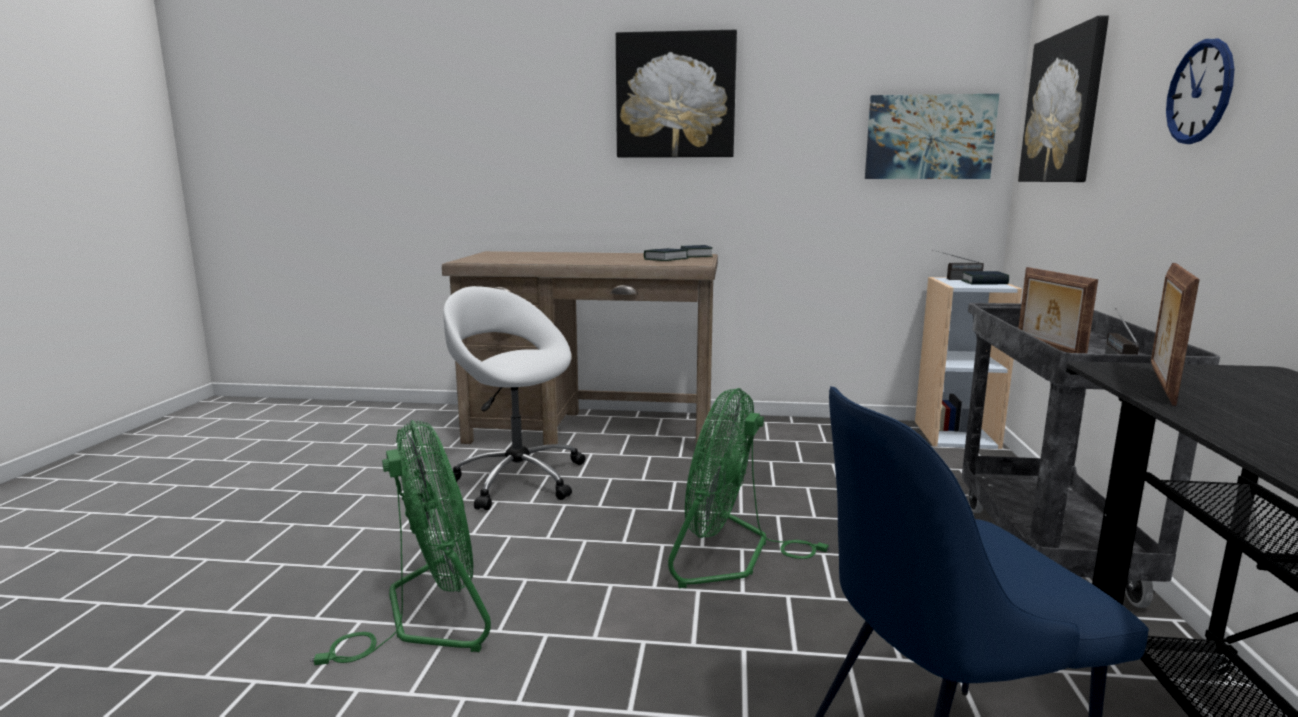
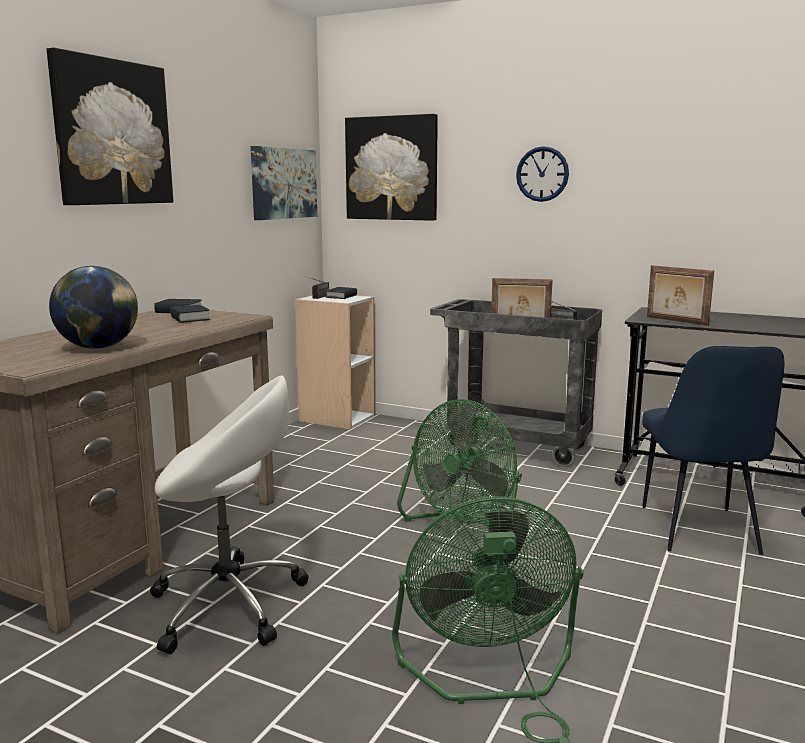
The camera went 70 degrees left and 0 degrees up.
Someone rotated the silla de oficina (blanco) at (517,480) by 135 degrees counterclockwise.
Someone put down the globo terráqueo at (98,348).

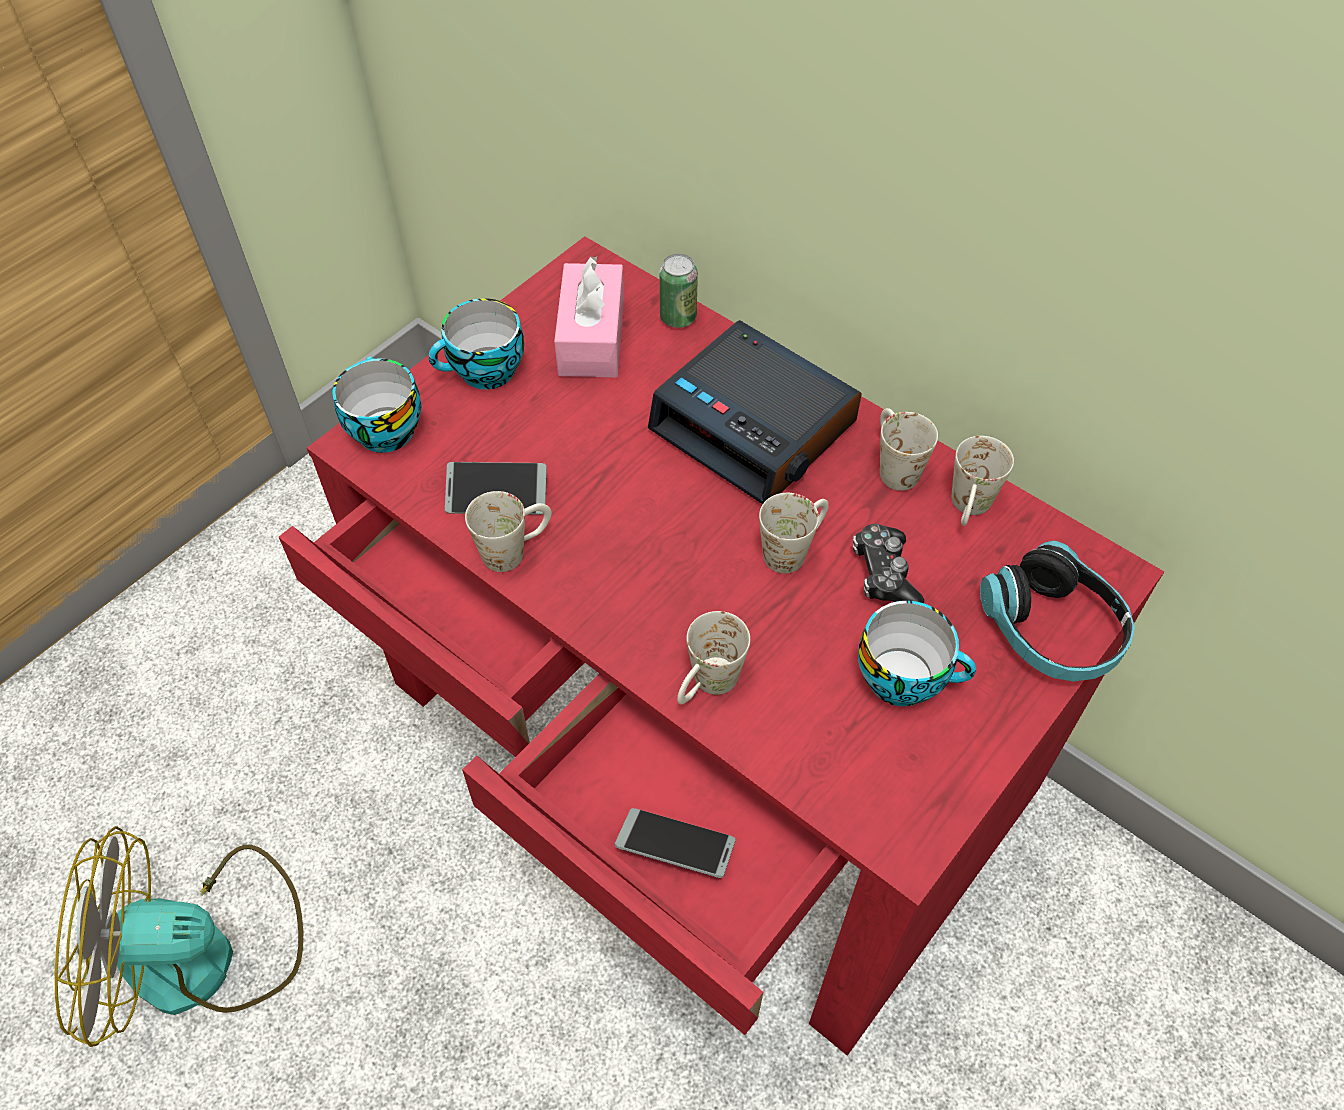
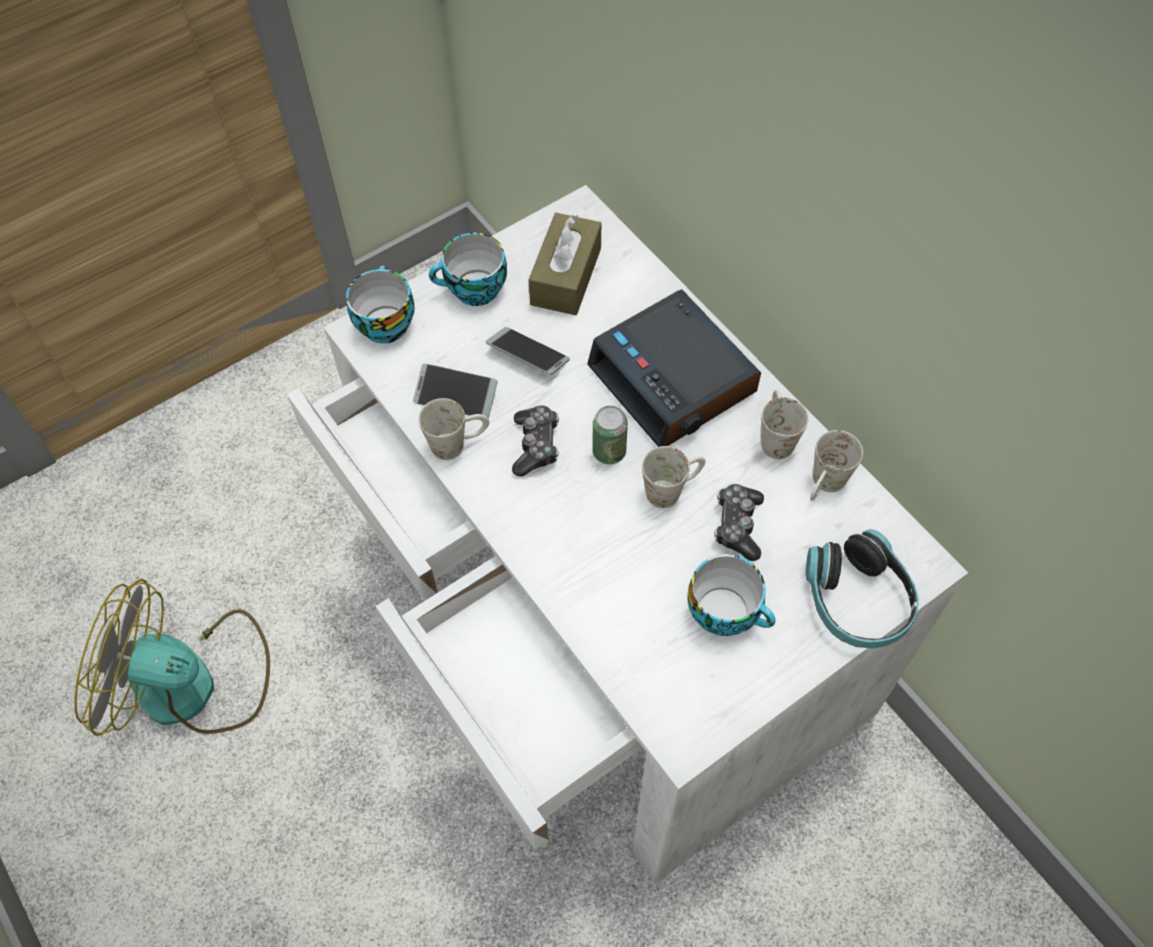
The camera went 15 degrees right and 5 degrees up.
Someone repainted the escritorio (rojo) at (689,764), which became the escritorio (blanco) at (595,625).
Someone carried the lata from (678,317) to (609,452).
Someone repainted the caja de pañuelos (rosa) at (591,337), which became the caja de pañuelos (marrón) at (566,276).
Someone took away the taza grande (blanco) at (707,686).
Someone carried the móvil from (675,847) to (528,356).
Someone put down the mando de consola at (536,445).

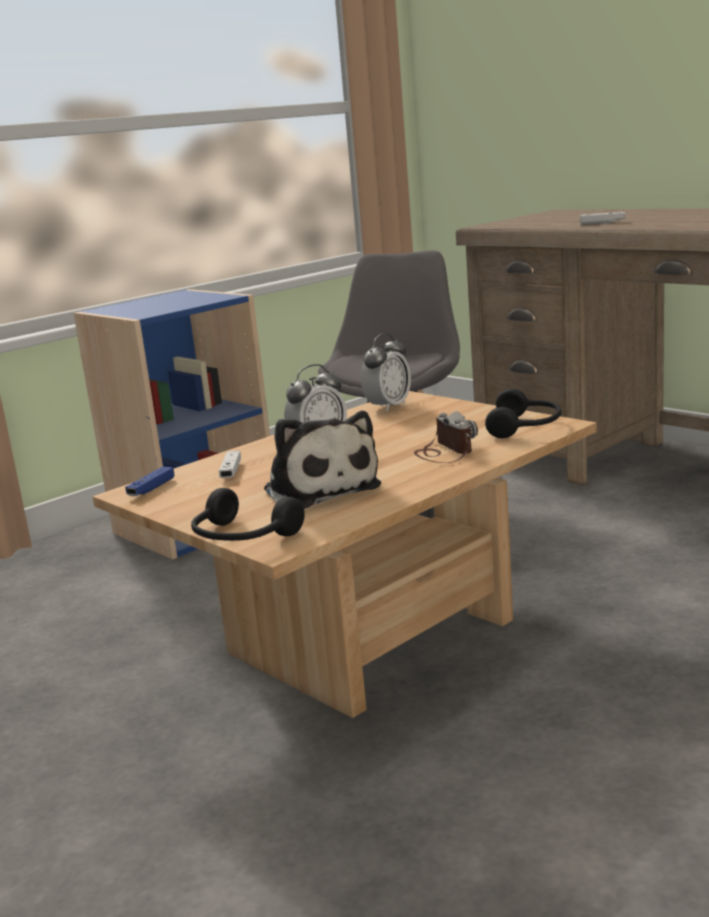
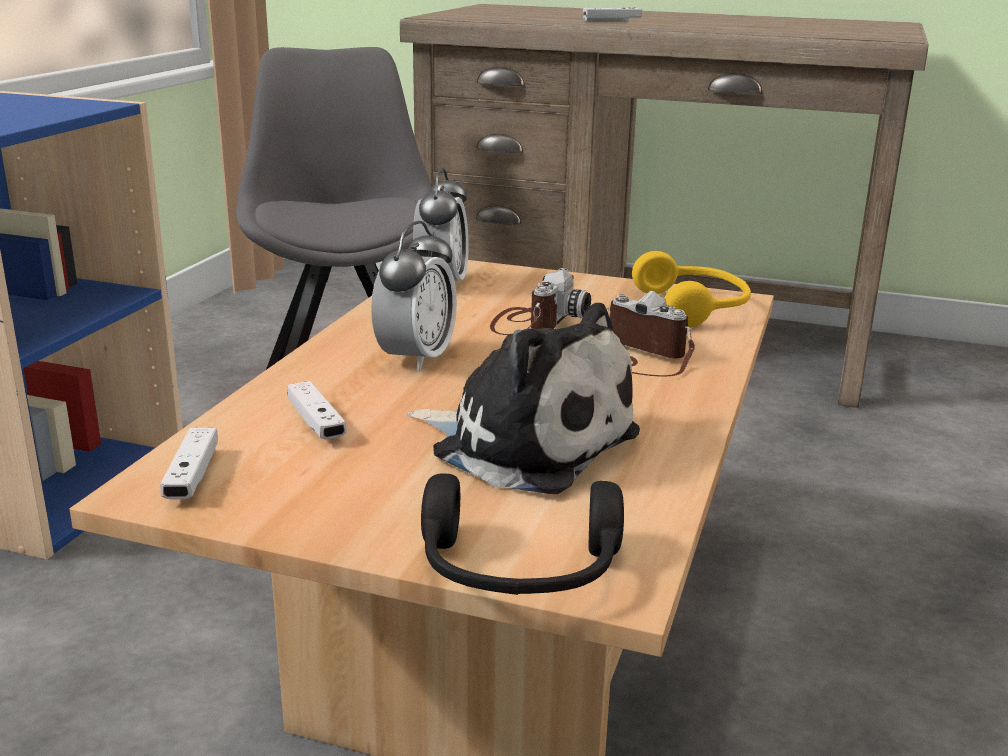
The camera went 30 degrees left and 5 degrees up.
Someone repainted the auriculares (negro) at (526,427), which became the auriculares (amarillo) at (694,308).
Someone repainted the mando de consola (azul) at (151,489), which became the mando de consola (blanco) at (192,476).
Someone put down the cámara at (534,322).

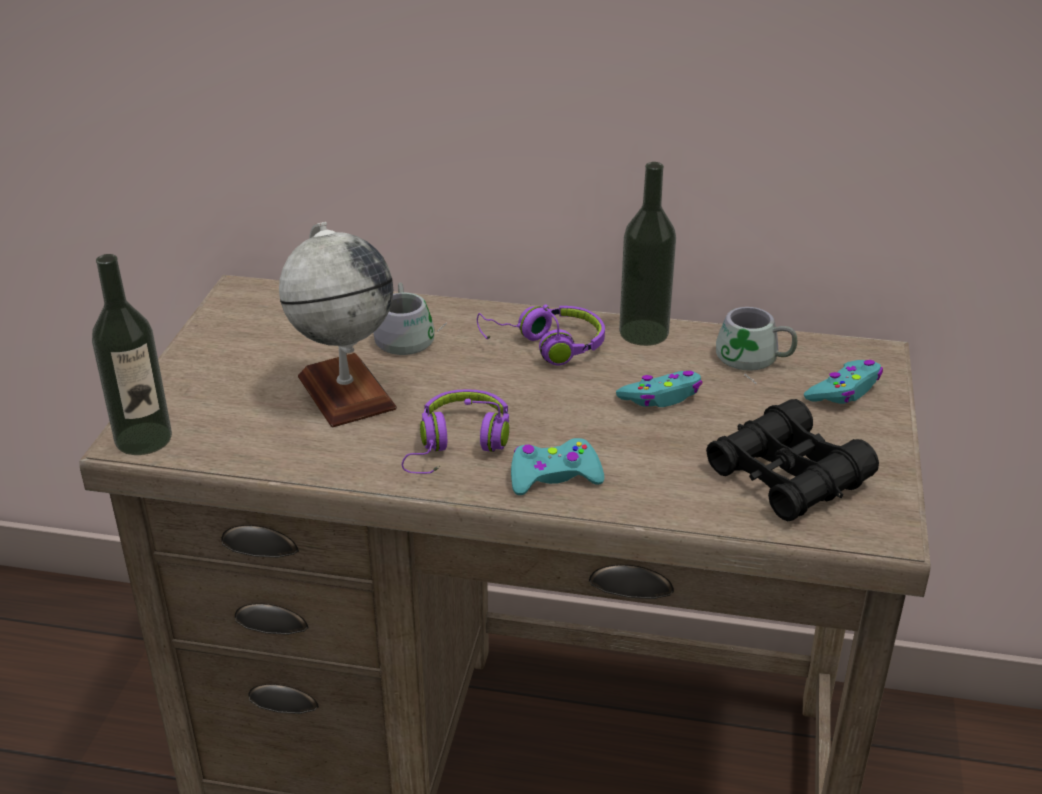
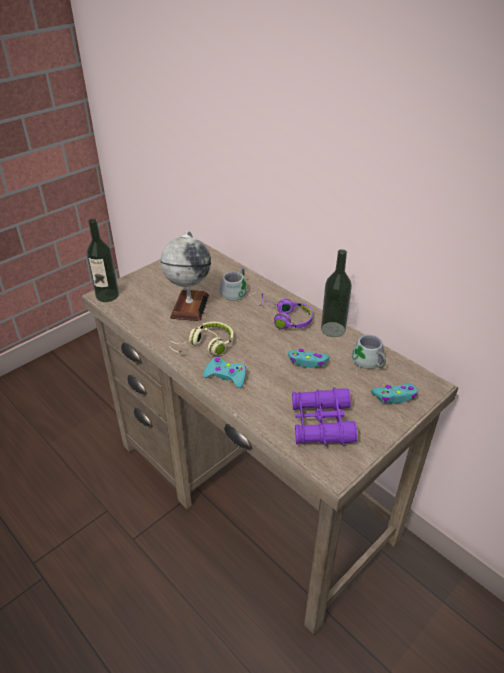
The camera went 35 degrees right and 5 degrees up.
Someone repainted the auriculares (morado) at (458,445), which became the auriculares (beis) at (205,346).
Someone repainted the prismáticos (negro) at (787,476), which became the prismáticos (morado) at (321,423).

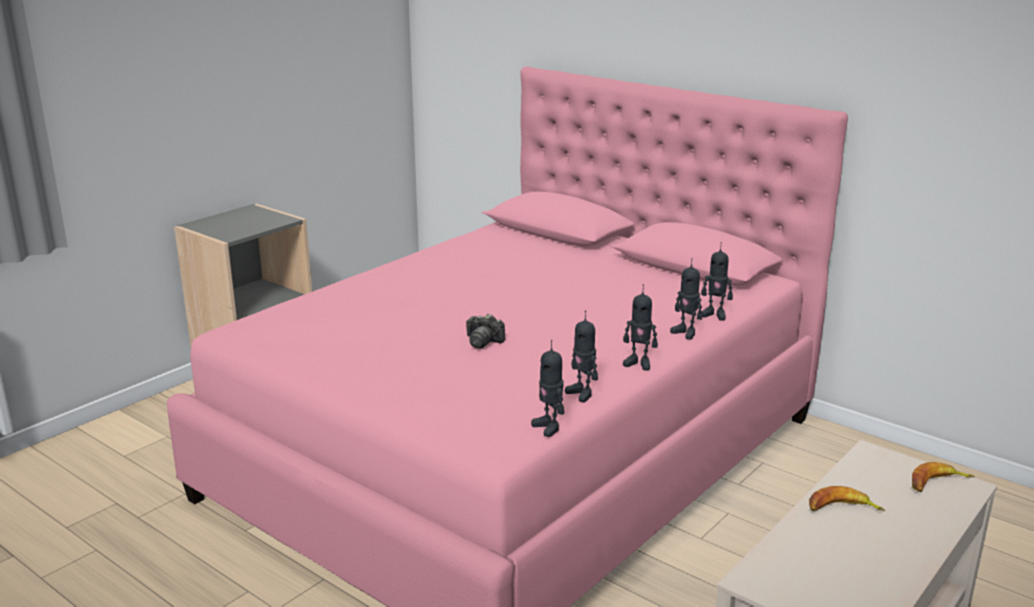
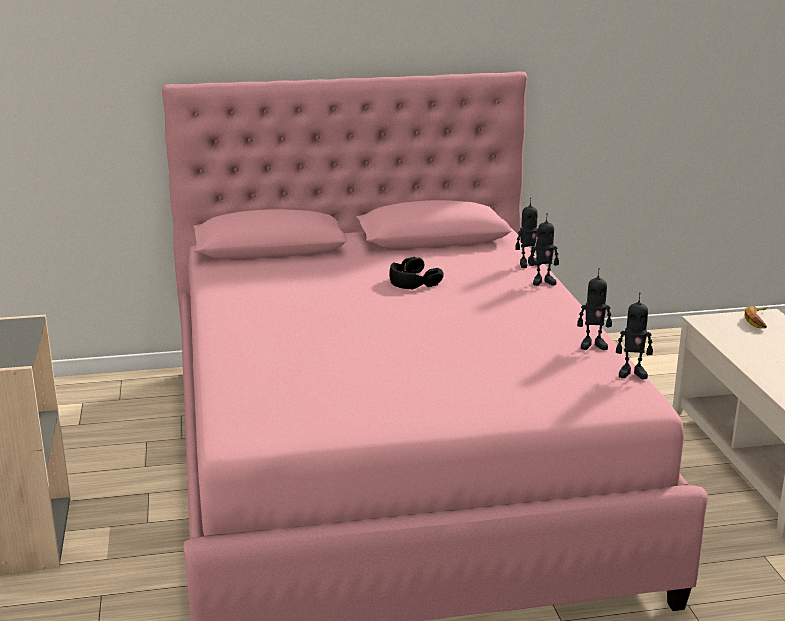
The camera went 50 degrees left and 0 degrees up.
Someone took away the robot de juguete at (638,363).
Someone took away the cámara at (483,342).
Someone took away the plátano at (842,508).
Someone put down the auriculares (negro) at (413,281).

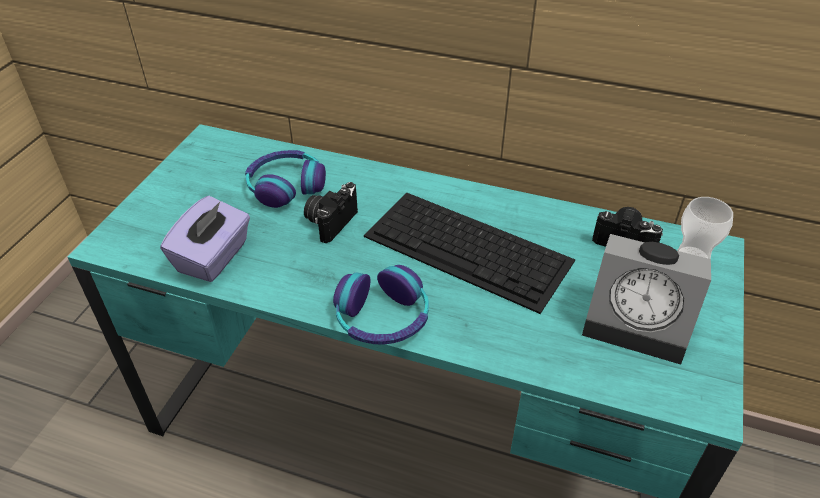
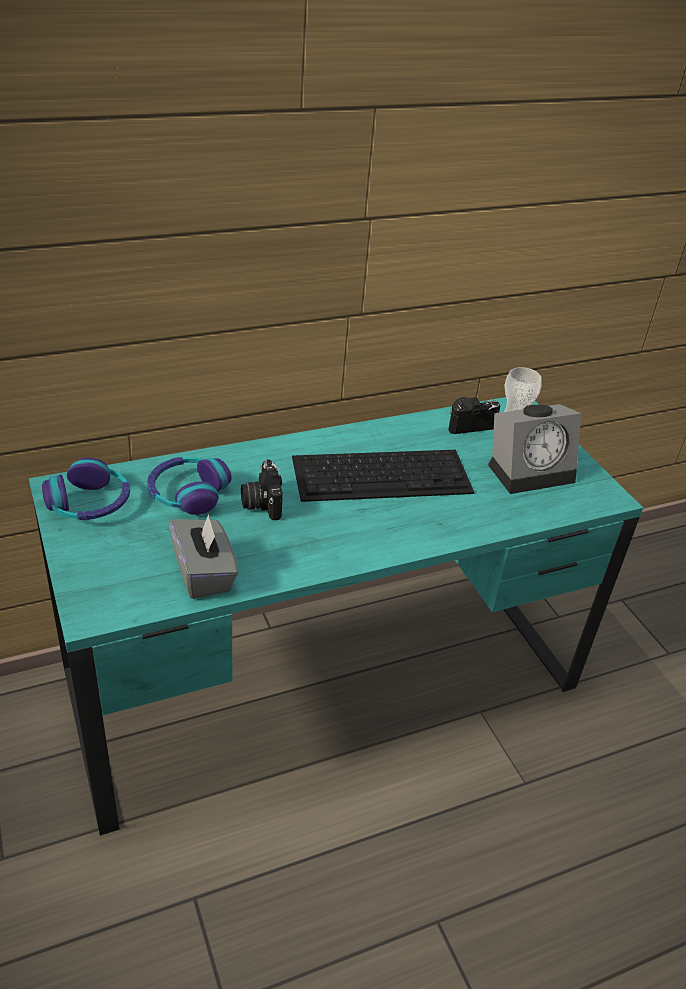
The camera went 45 degrees left and 5 degrees down.
Someone repainted the caja de pañuelos (morado) at (214,257), which became the caja de pañuelos (gris) at (204,574).
Someone carried the auriculares from (382,317) to (89,503).

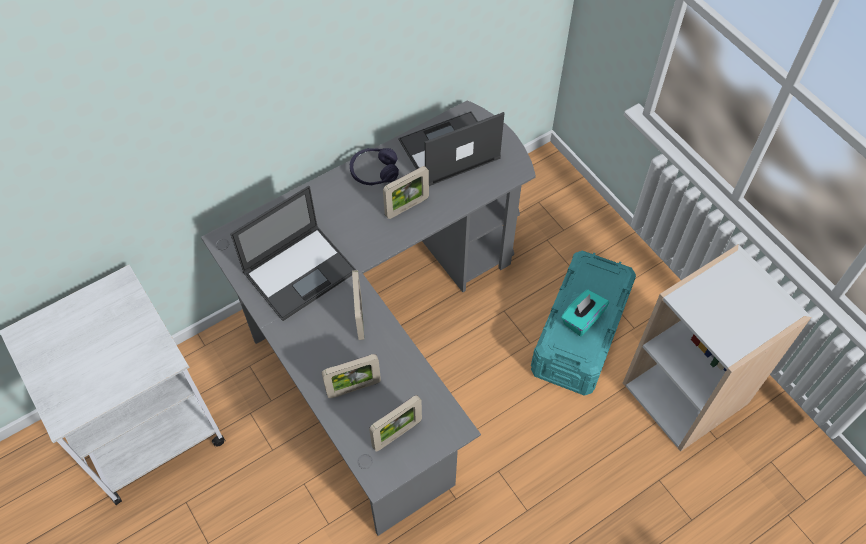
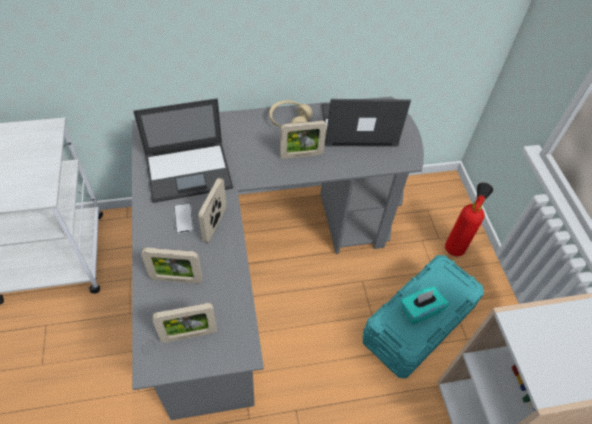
The camera went 20 degrees right and 5 degrees down.
Someone repainted the auriculares (morado) at (374,172), which became the auriculares (beis) at (289,121).
Someone put down the extintor at (455,245).
Someone put down the móvil at (183,218).

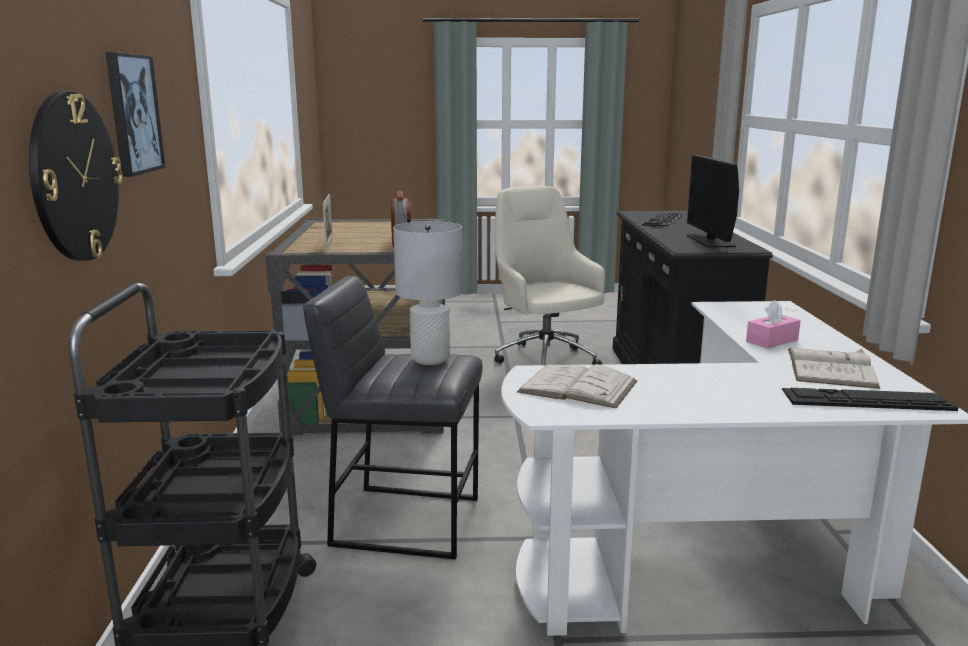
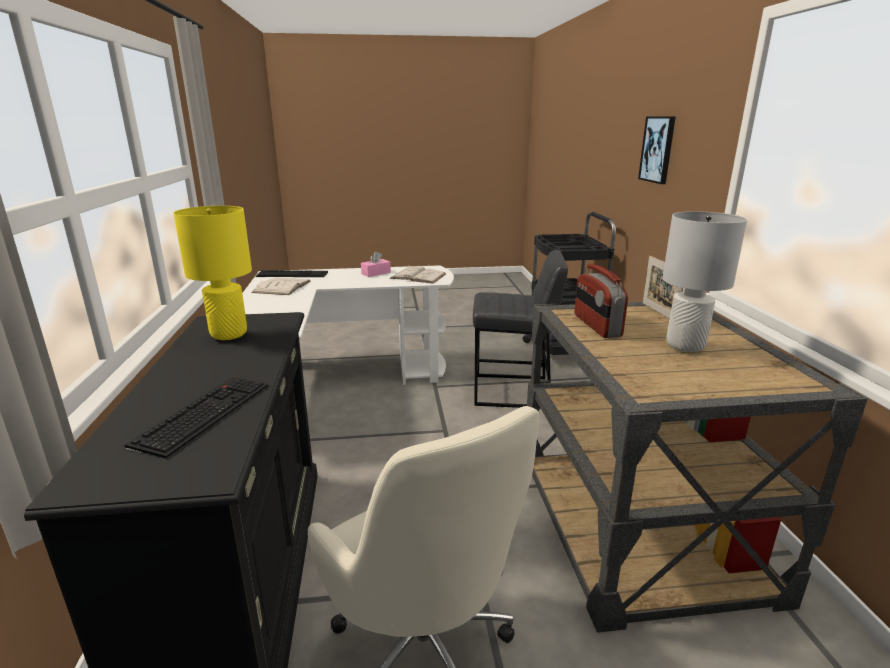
The camera went 175 degrees right and 5 degrees up.
Someone took away the reloj de pared at (74,177).
Someone swapped the monitor at (710,241) for the lámpara de mesa (amarillo) at (229,336).
Someone carried the lámpara de mesa (gris) from (431,362) to (684,347).
Someone carried the caja de pañuelos (rosa) from (772,341) to (376,273).

